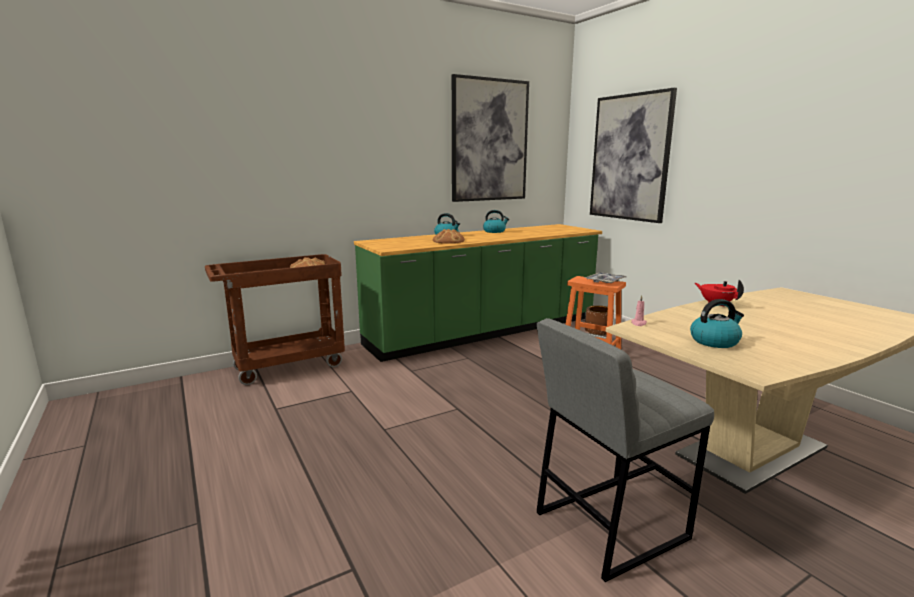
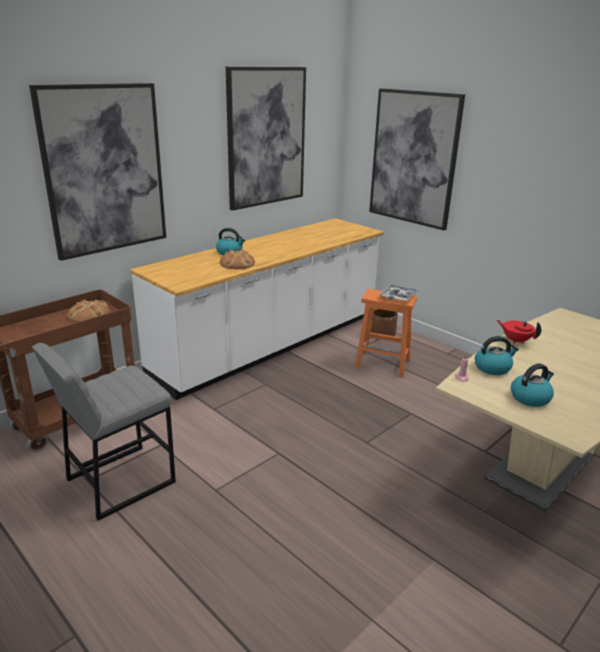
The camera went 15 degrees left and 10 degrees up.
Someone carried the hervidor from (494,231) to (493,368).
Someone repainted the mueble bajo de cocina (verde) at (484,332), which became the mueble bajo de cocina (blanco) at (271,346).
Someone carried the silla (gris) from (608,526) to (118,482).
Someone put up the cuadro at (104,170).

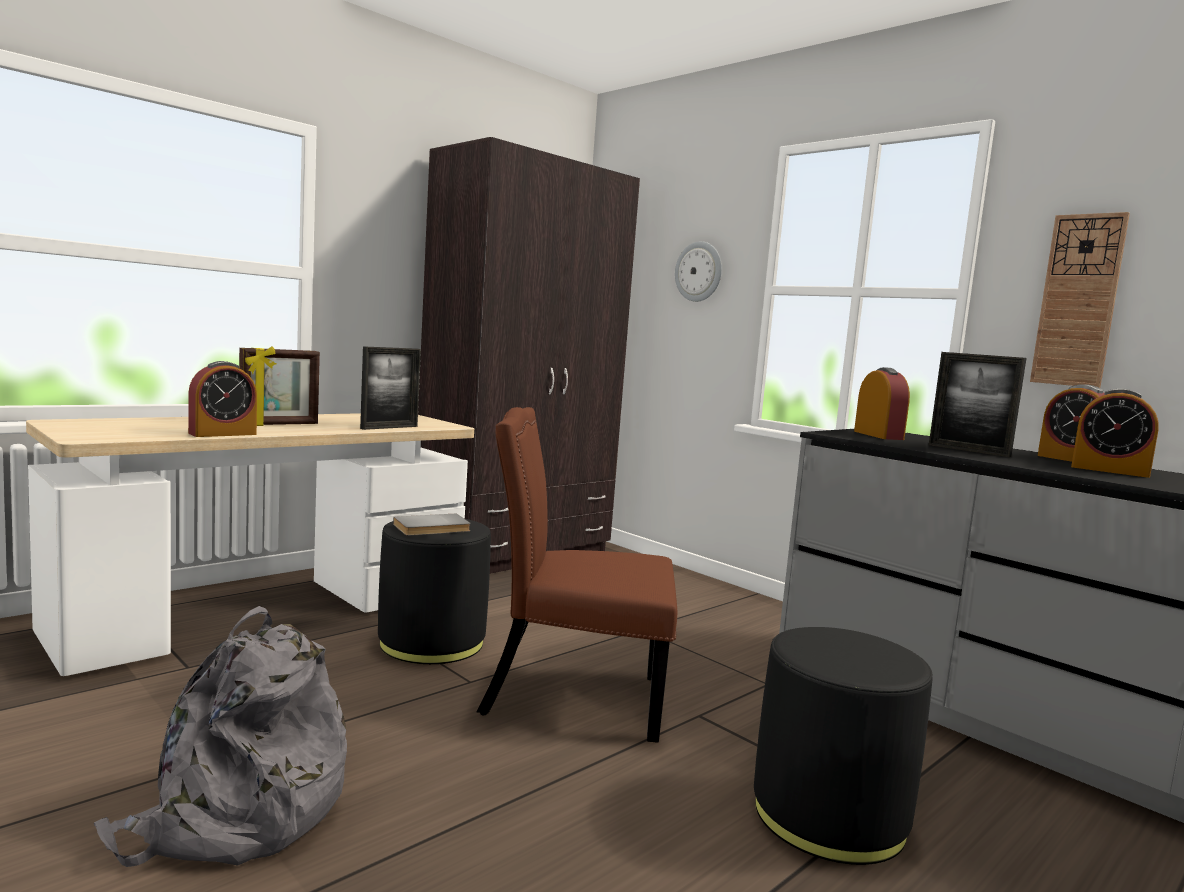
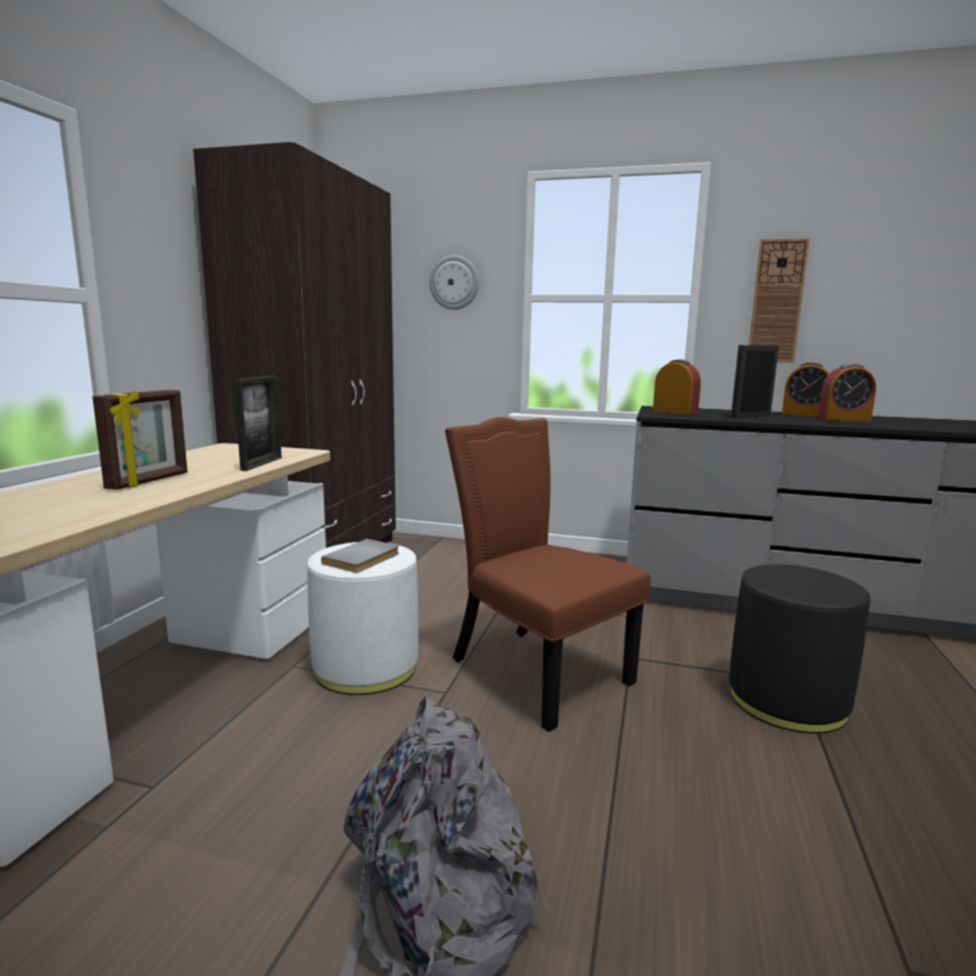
The camera went 30 degrees left and 5 degrees up.
Someone rotated the portarretratos at (968,450) by 135 degrees clockwise.
Someone took away the despertador at (222,434).
Someone rotated the silla (marrón) at (577,698) by 75 degrees clockwise.
Someone repainted the puf (negro) at (432,643), which became the puf (blanco) at (366,667).

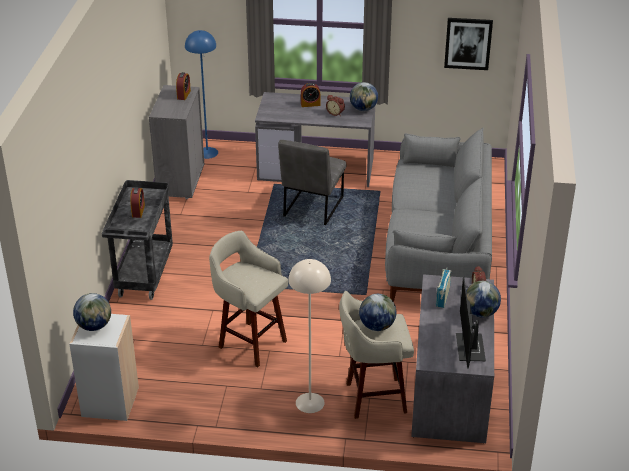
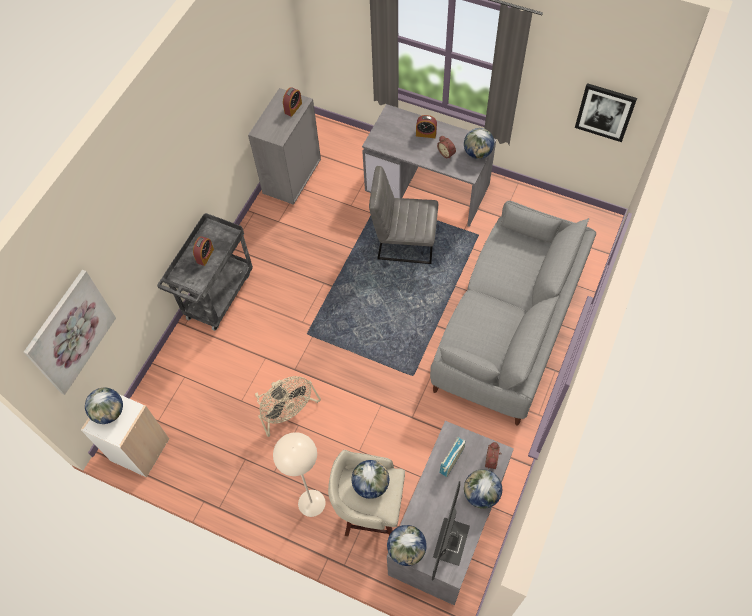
The camera went 20 degrees right and 25 degrees up.
Someone took away the lámpara de pie (azul) at (207,152).
Someone rotated the silla (gris) at (312,207) by 60 degrees clockwise.
Someone swapped the taburete (beis) at (250,343) for the ventilador (beis) at (284,410).
Someone put up the cuadro at (71,332).
Someone put down the globo terráqueo at (406,549).

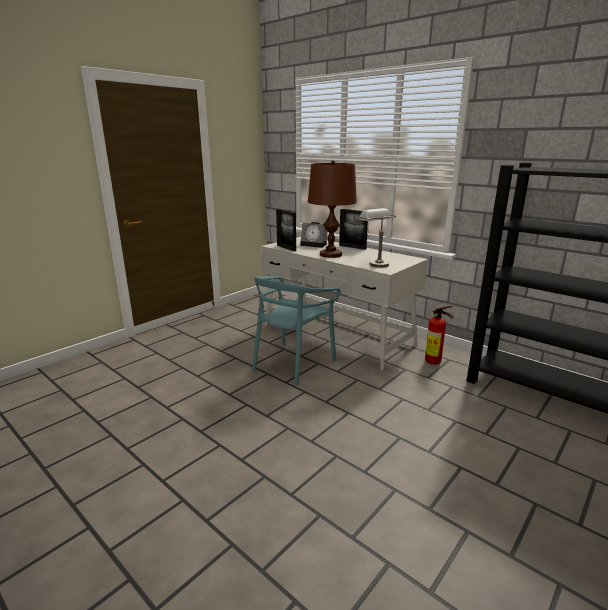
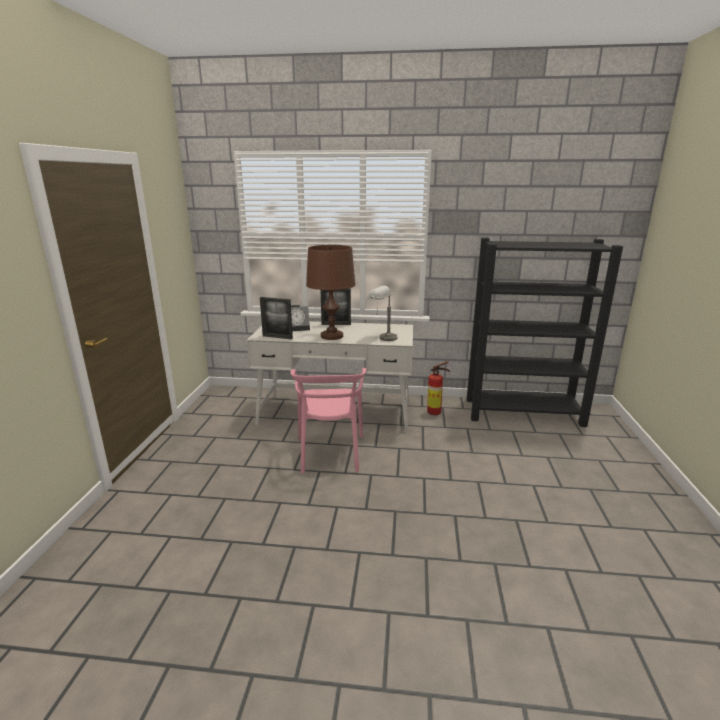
The camera went 35 degrees left and 0 degrees up.
Someone repainted the silla (turquesa) at (293,363), which became the silla (rosa) at (330,453).

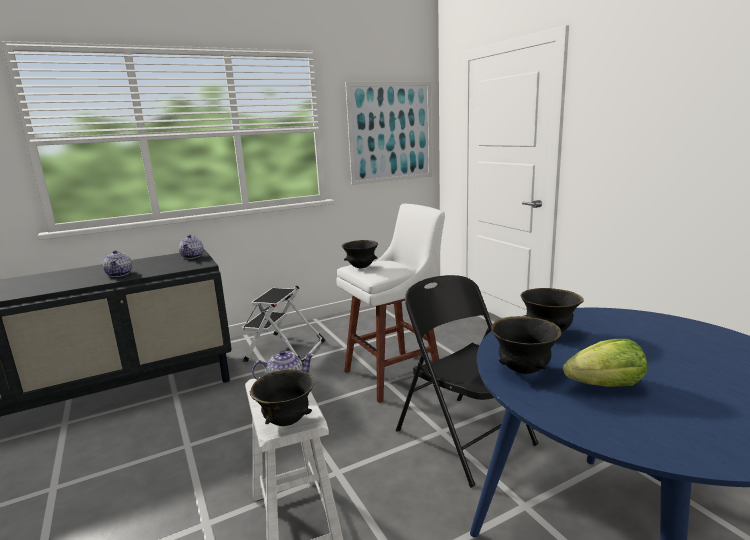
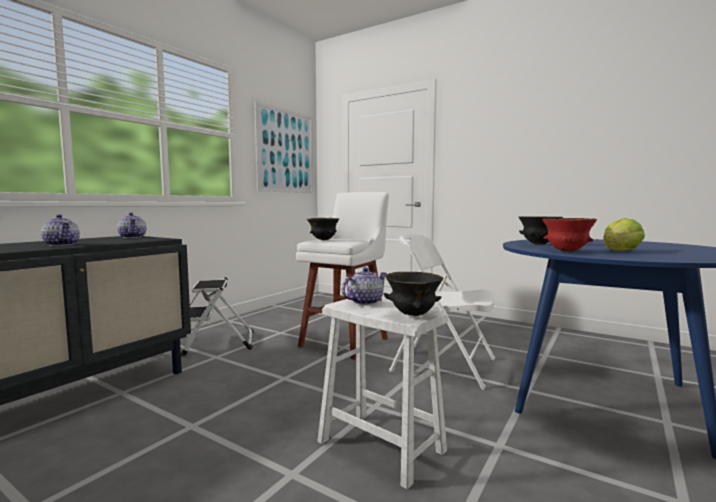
The camera went 30 degrees left and 10 degrees down.
Someone repainted the silla (negro) at (465,437), which became the silla (blanco) at (444,365).
Someone repainted the cuenco (negro) at (523,370), which became the cuenco (rojo) at (567,251).

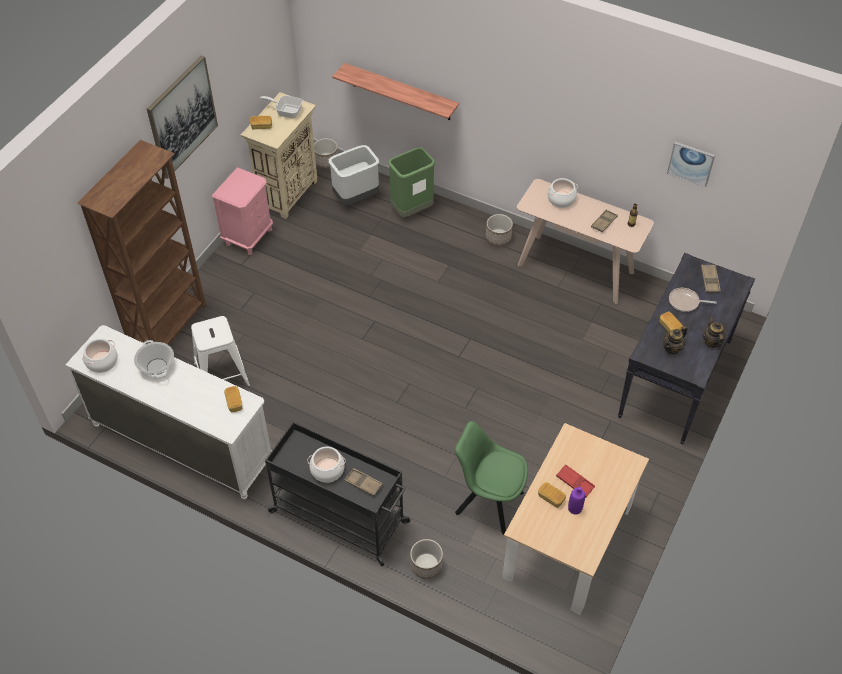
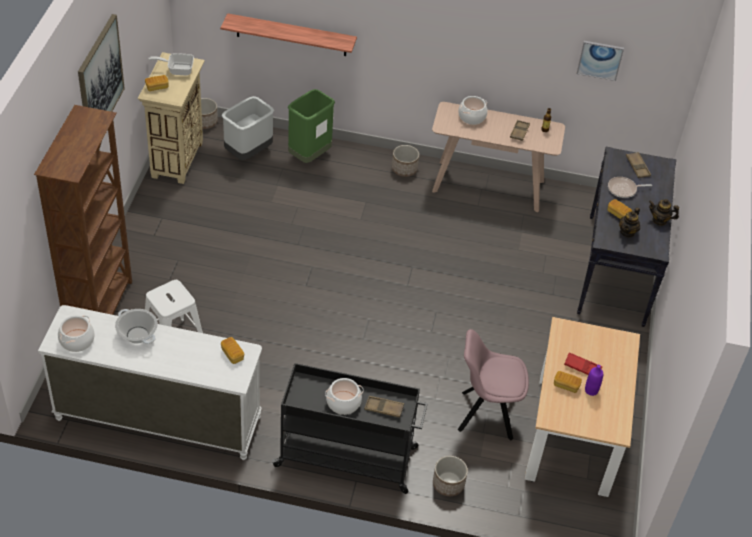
The camera went 20 degrees left and 5 degrees down.
Someone took away the mesita de noche (rosa) at (248,236).
Someone rotated the tetera at (711,342) by 45 degrees counterclockwise.
Someone repainted the silla (verde) at (488,503), which became the silla (rosa) at (486,414).

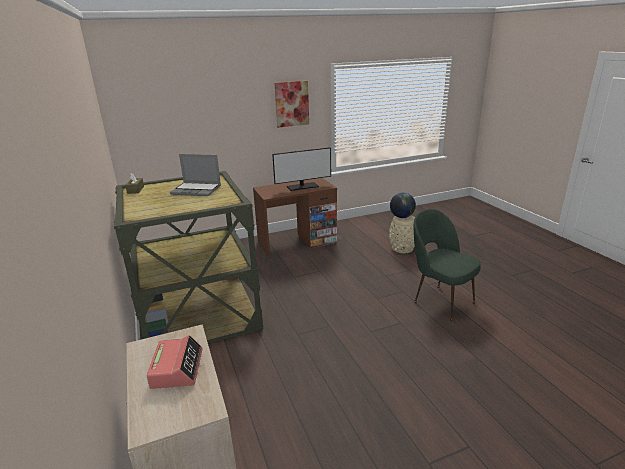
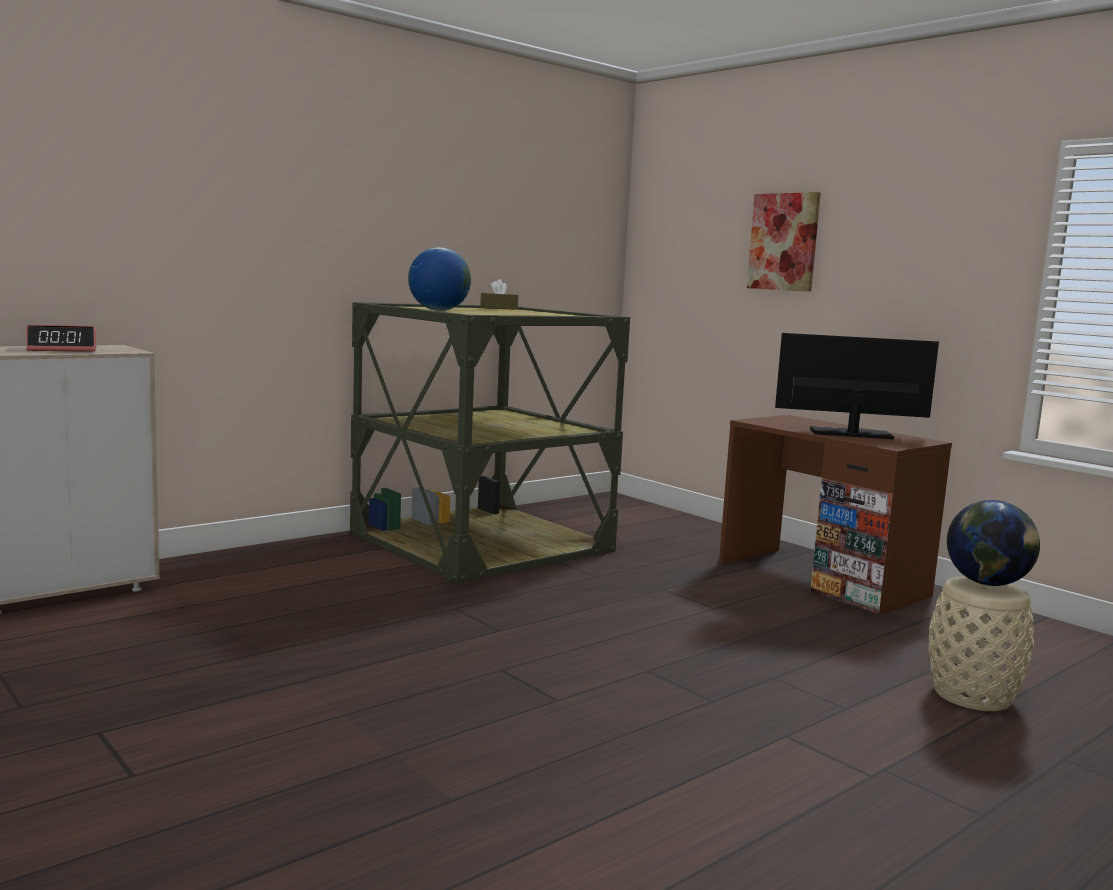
The camera went 70 degrees right and 15 degrees down.
Someone carried the cuadro from (292,104) to (783,242).
Someone rotated the monitor at (302,187) by 135 degrees clockwise.
Someone took away the portátil at (197,190).
Someone took away the silla (verde) at (440,300).
Someone put down the globo terráqueo at (438,310).

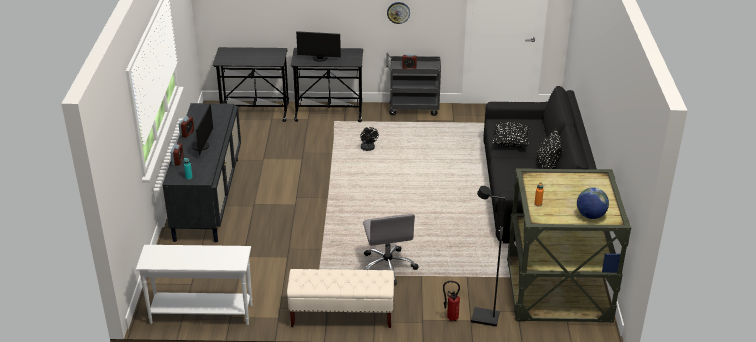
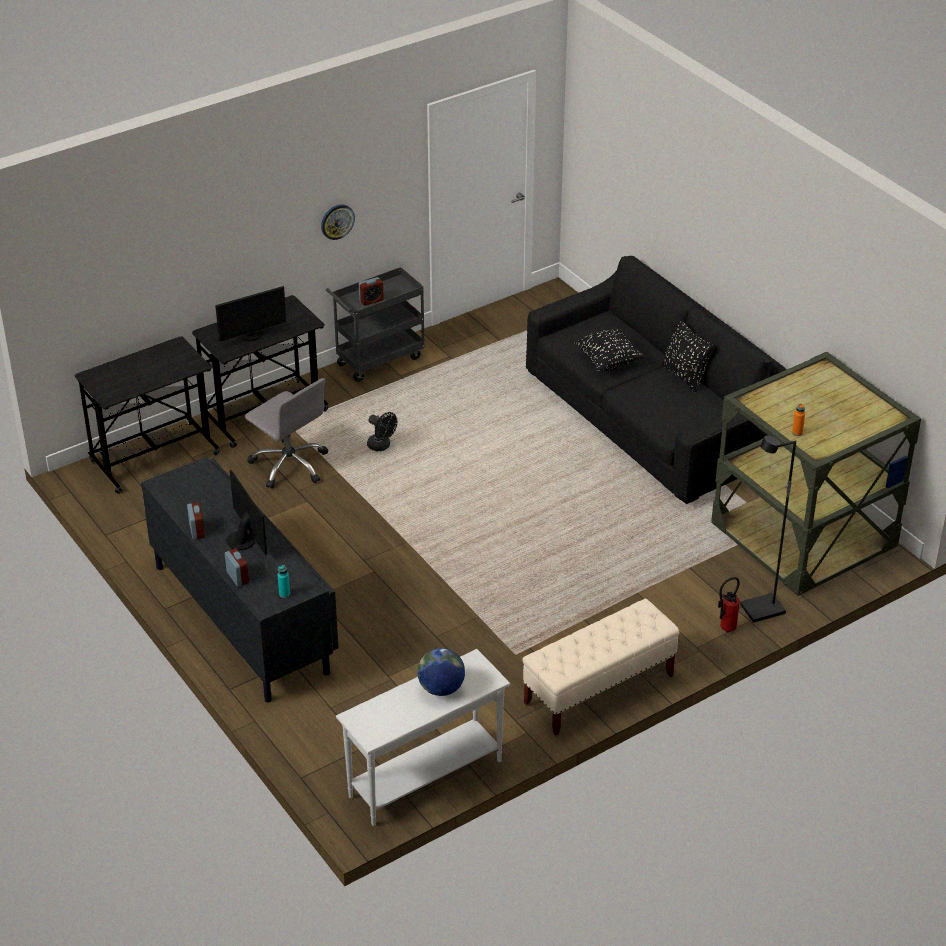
The camera went 35 degrees left and 5 degrees up.
Someone carried the globo terráqueo from (590,215) to (441,688).
Someone carried the silla de oficina (gris) from (388,267) to (290,465).

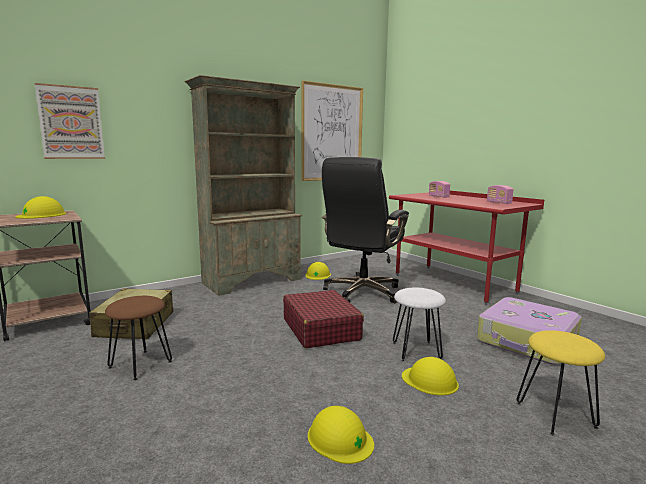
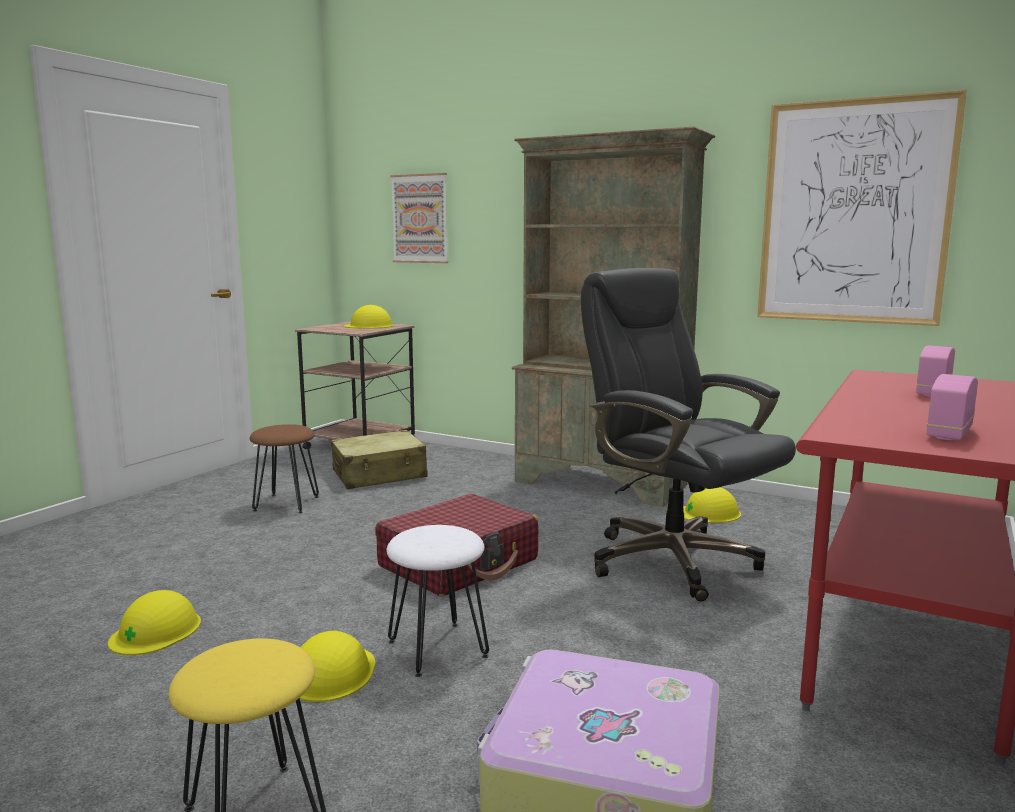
The camera went 65 degrees right and 0 degrees up.
Someone rotated the silla de oficina (negro) at (363,292) by 45 degrees clockwise.

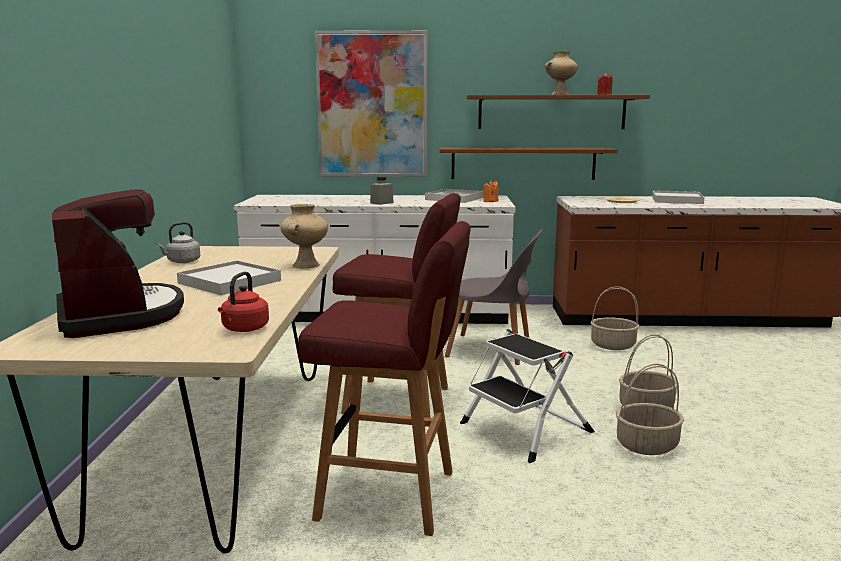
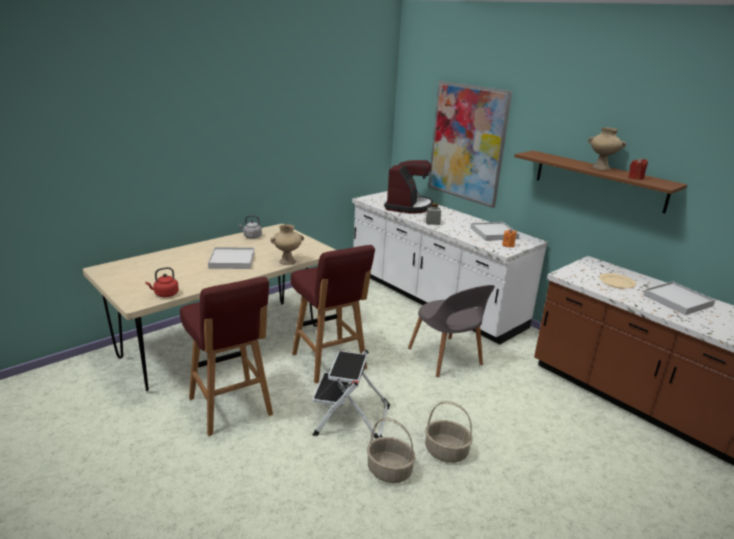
The camera went 45 degrees right and 10 degrees up.
Someone took away the estante (marrón) at (523,163).
Someone carried the cafetera from (119,315) to (408,206).
Someone took away the cesta at (613,345).

